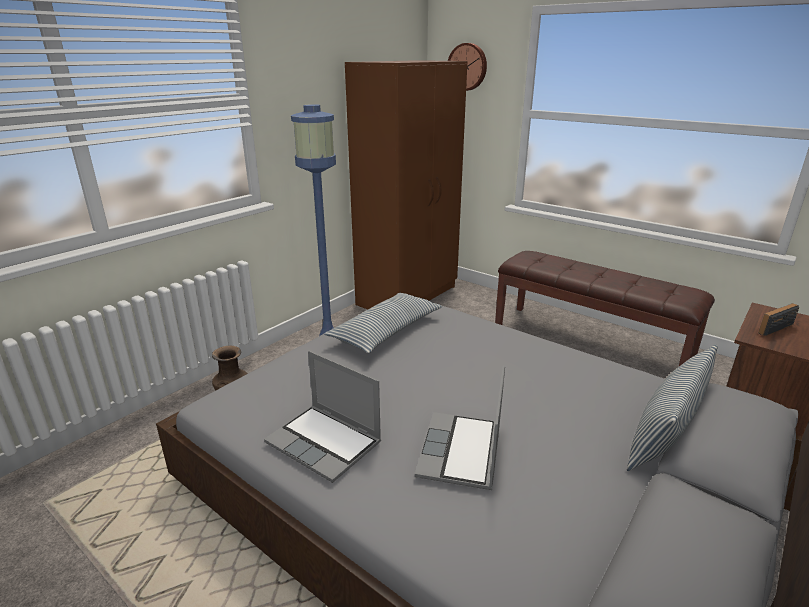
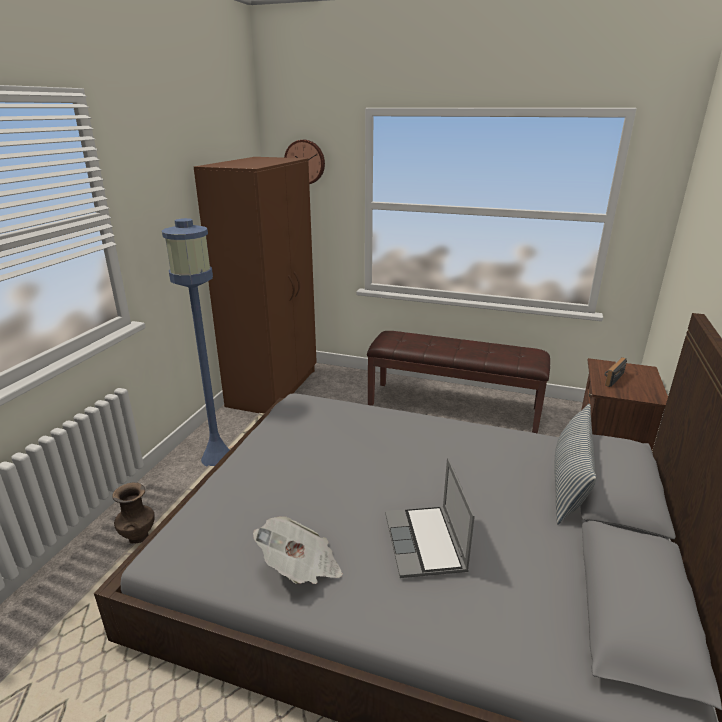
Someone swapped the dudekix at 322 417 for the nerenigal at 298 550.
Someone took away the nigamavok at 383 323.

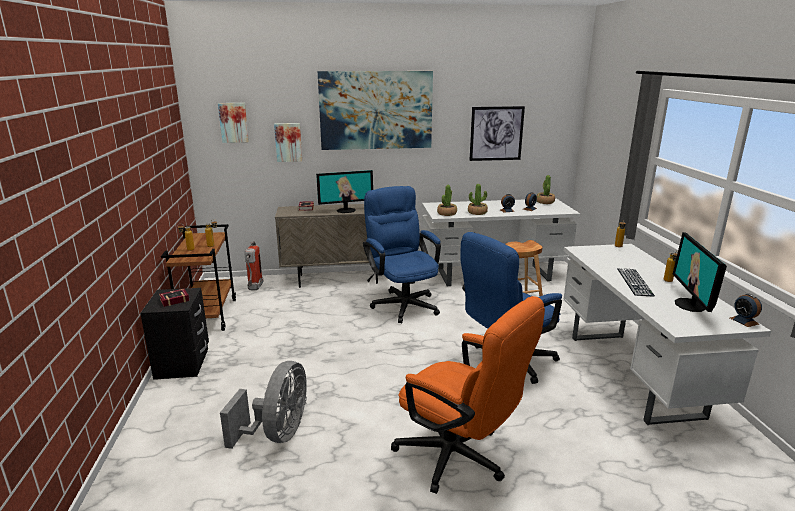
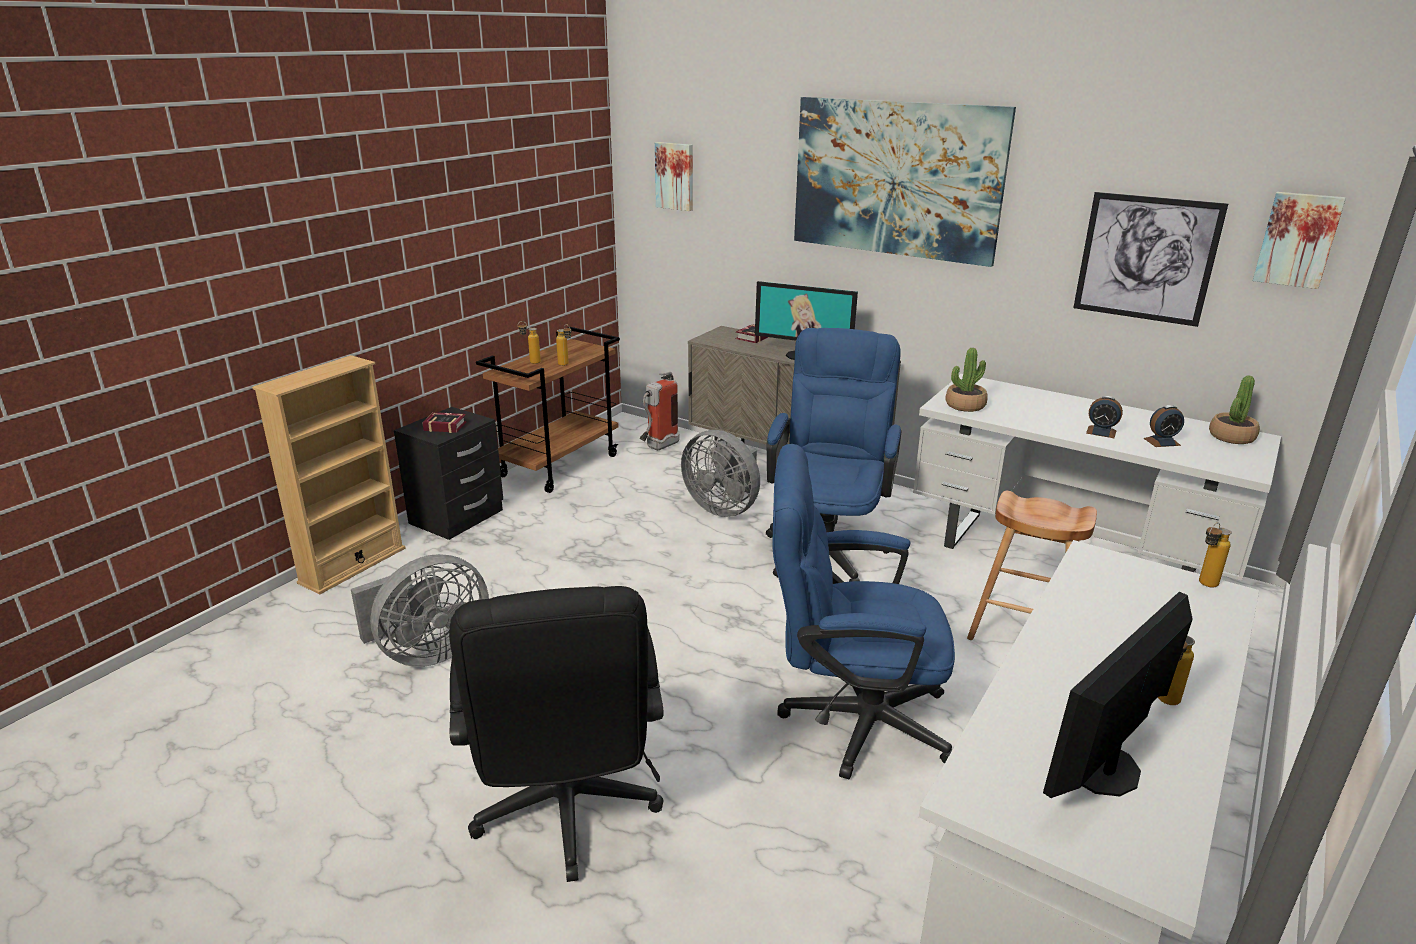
Someone put down the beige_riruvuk at 328 475.
Someone repainted the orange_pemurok at 468 395, which became the black_pemurok at 556 734.
Someone put down the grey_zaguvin at 720 473.
Someone carried the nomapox from 288 142 to 1299 240.
Someone took away the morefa at 478 199.
Someone took away the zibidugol at 636 282.
Someone took away the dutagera at 746 310.

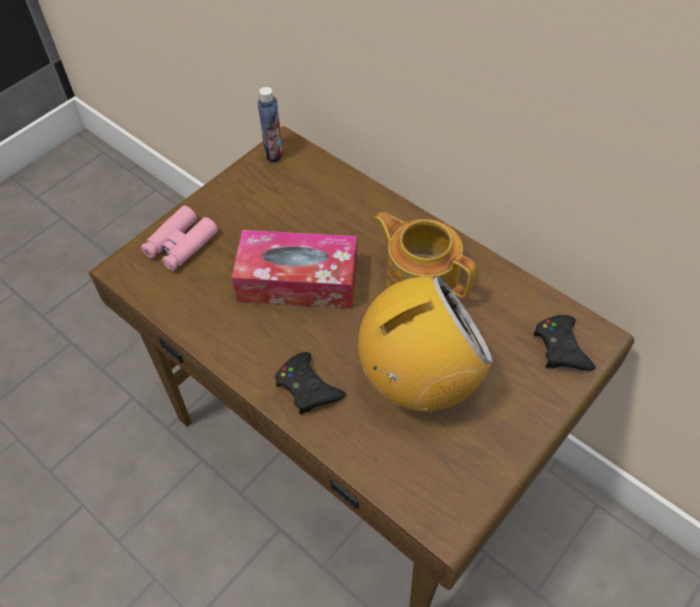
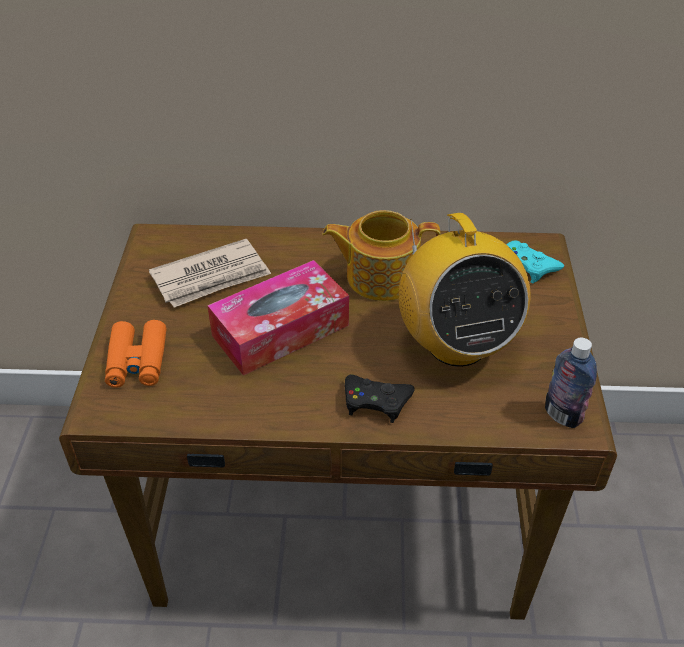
Someone repainted the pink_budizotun at 179 238, which became the orange_budizotun at 135 354.
Someone put down the nerenigal at 210 273.
Someone rotated the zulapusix at 425 343 by 135 degrees clockwise.
Someone repainted the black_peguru at 564 343, which became the turquoise_peguru at 535 261.
Someone carried the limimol from 270 124 to 571 383.

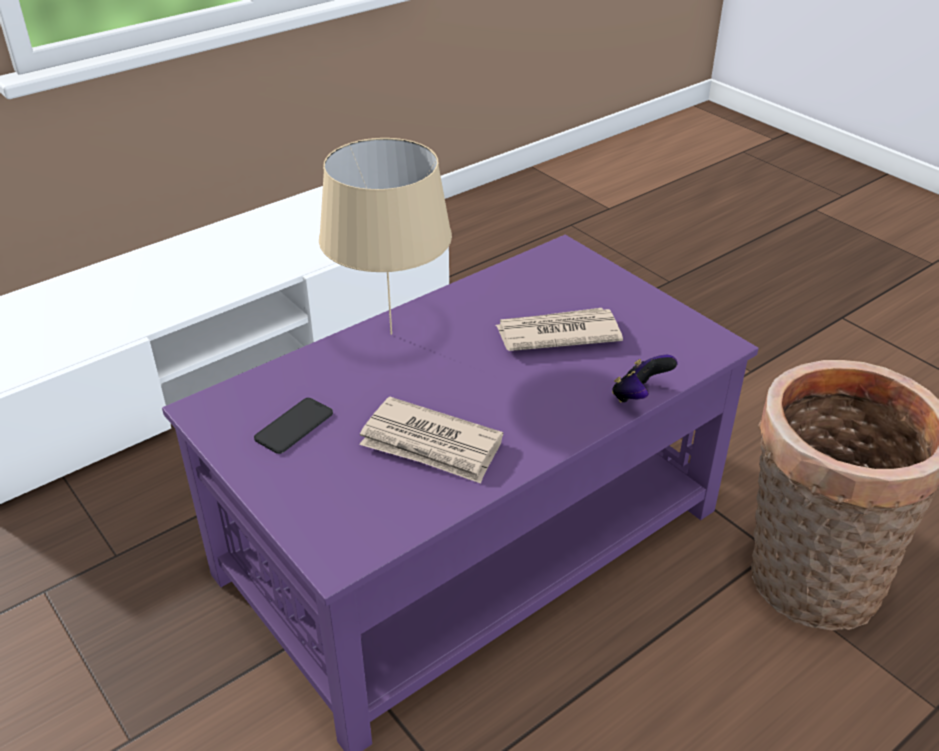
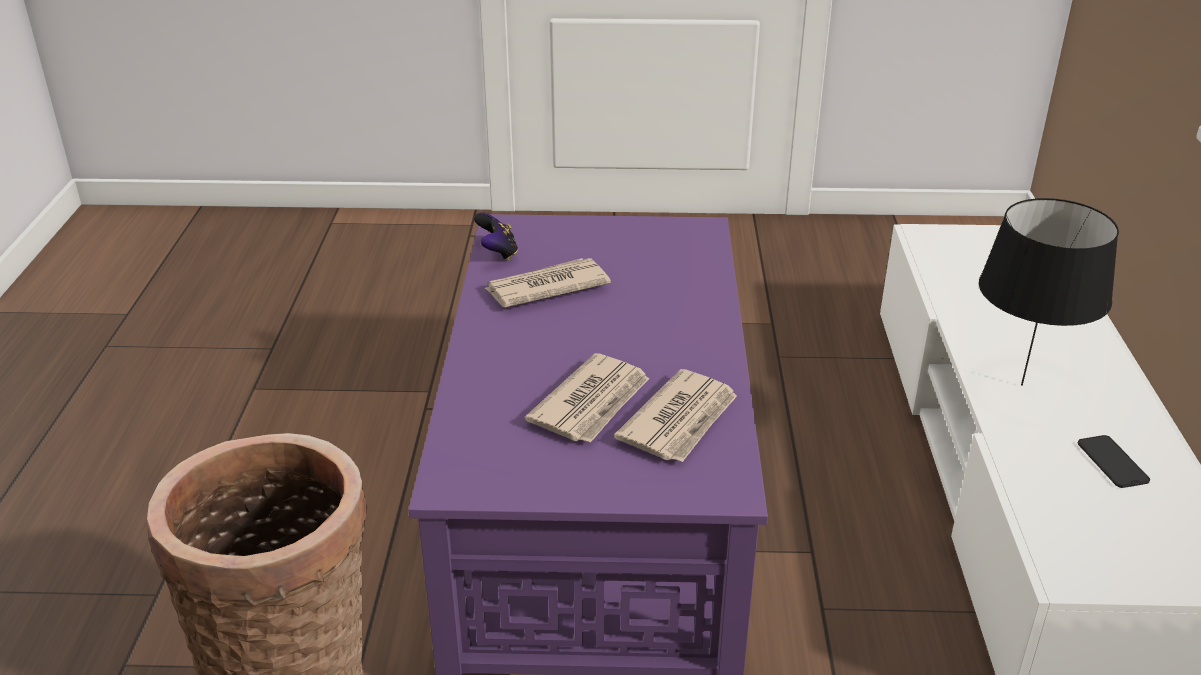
Someone carried the peguru from 644 379 to 496 236.
Someone put down the nerenigal at 675 415.
Someone put down the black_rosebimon at 1049 292.
Someone carried the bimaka from 293 426 to 1114 461.
Someone took away the beige_rosebimon at 385 236.

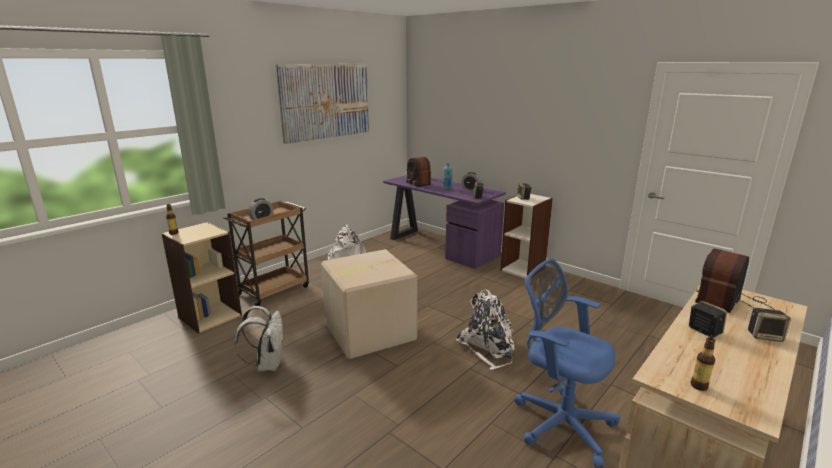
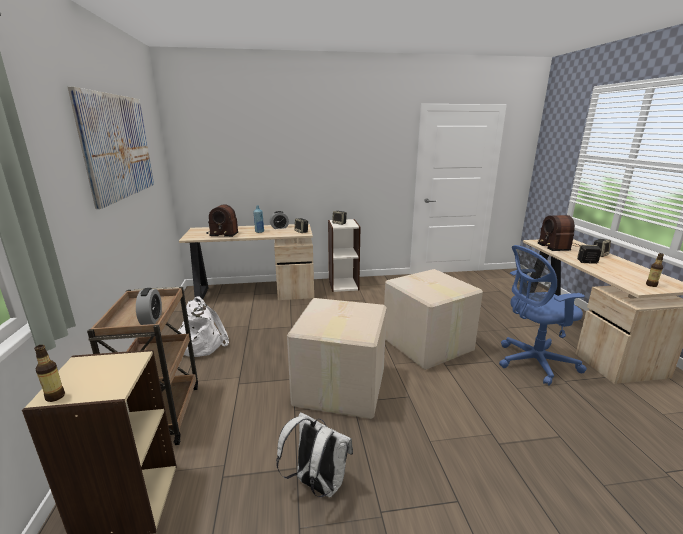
Someone repainted the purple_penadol at 444 222, which became the beige_penadol at 246 262.
Someone swapped the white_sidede at 485 329 for the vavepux at 433 319.

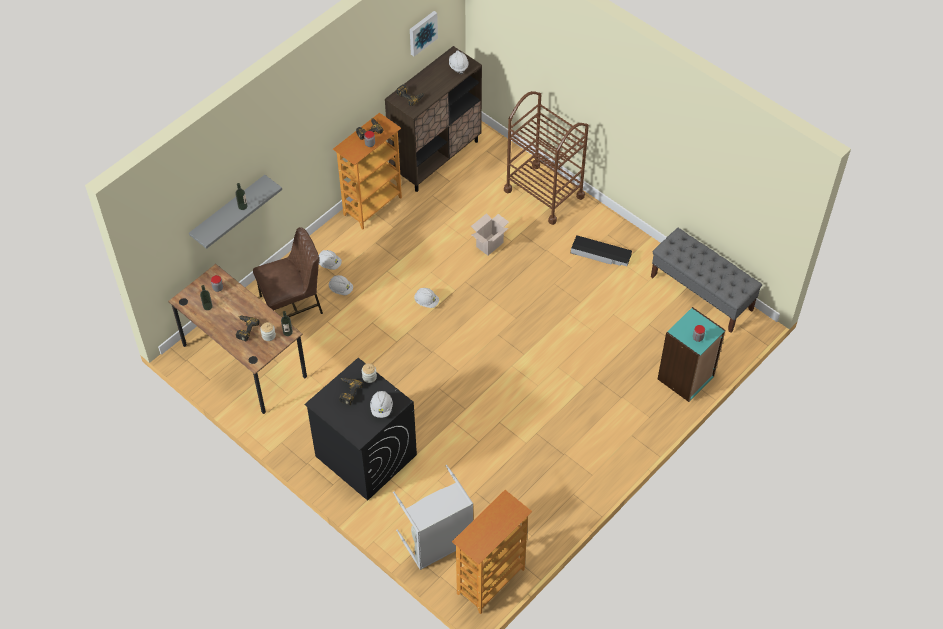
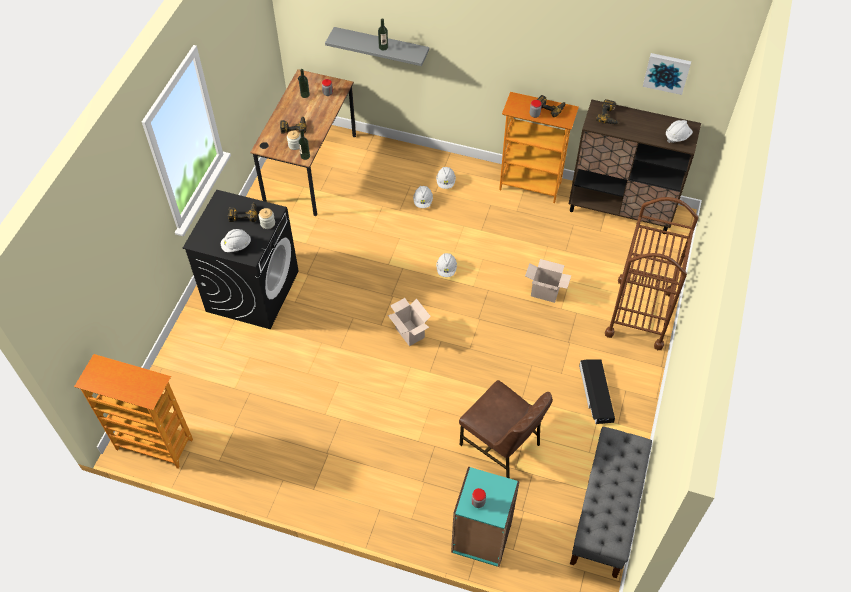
Someone put down the vavepux at 409 322.
Someone carried the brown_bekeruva from 288 272 to 506 429.
Someone took away the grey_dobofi at 433 517.

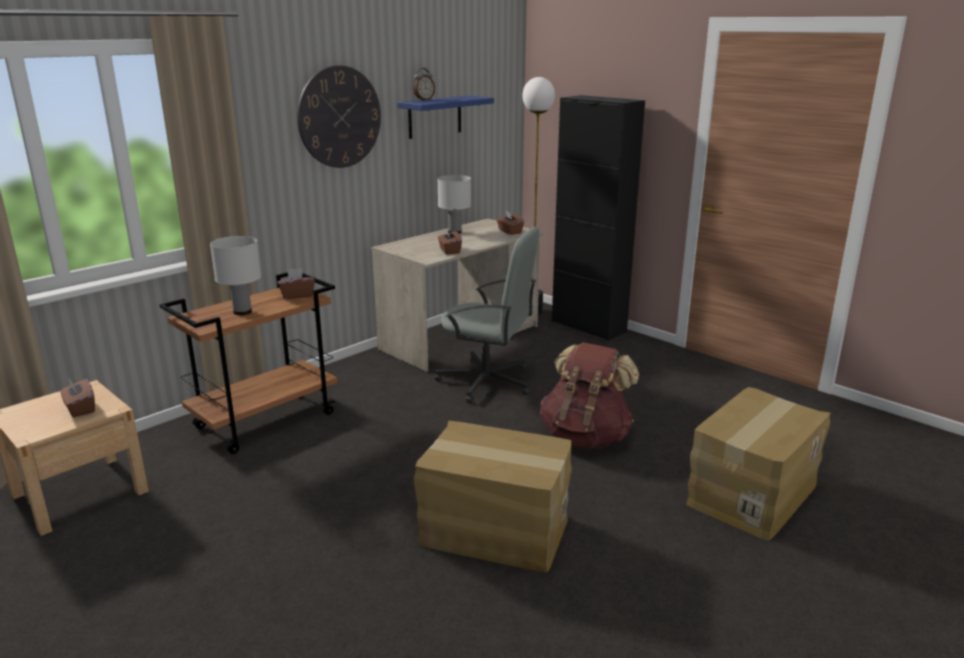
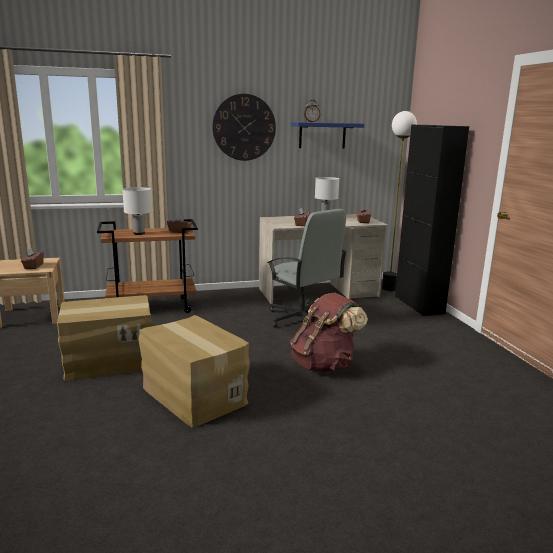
Someone carried the vavepux from 758 464 to 105 338.

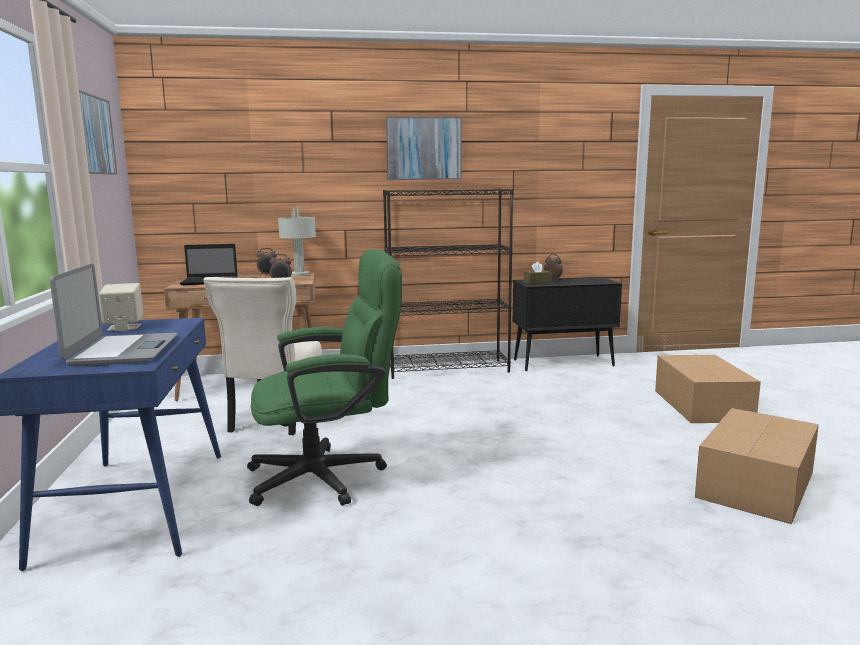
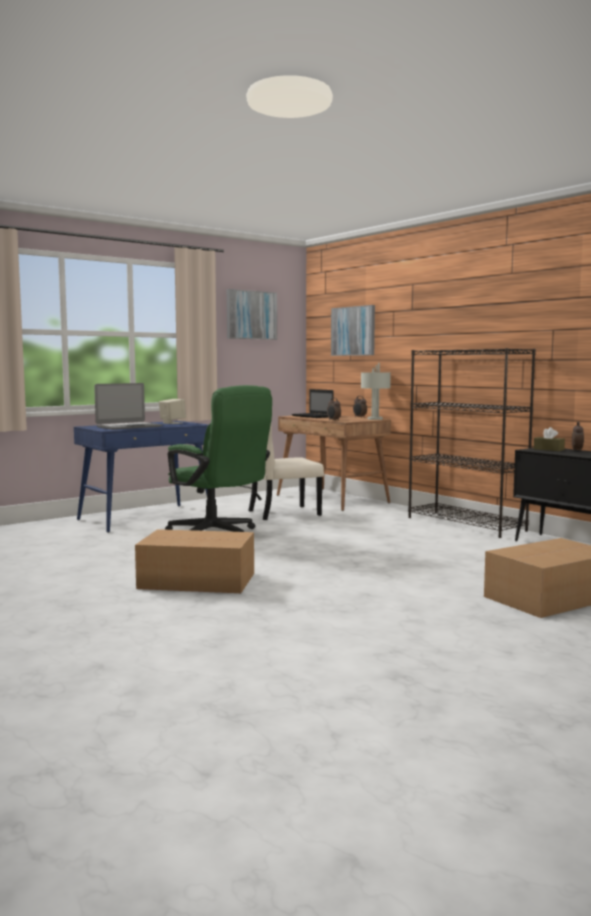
Someone carried the vavepux from 757 466 to 194 561.
Someone carried the nomapox from 424 148 to 353 330.

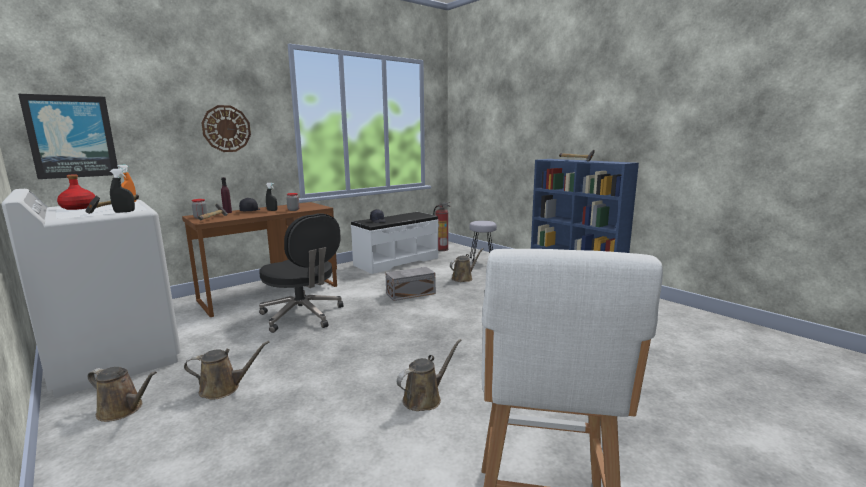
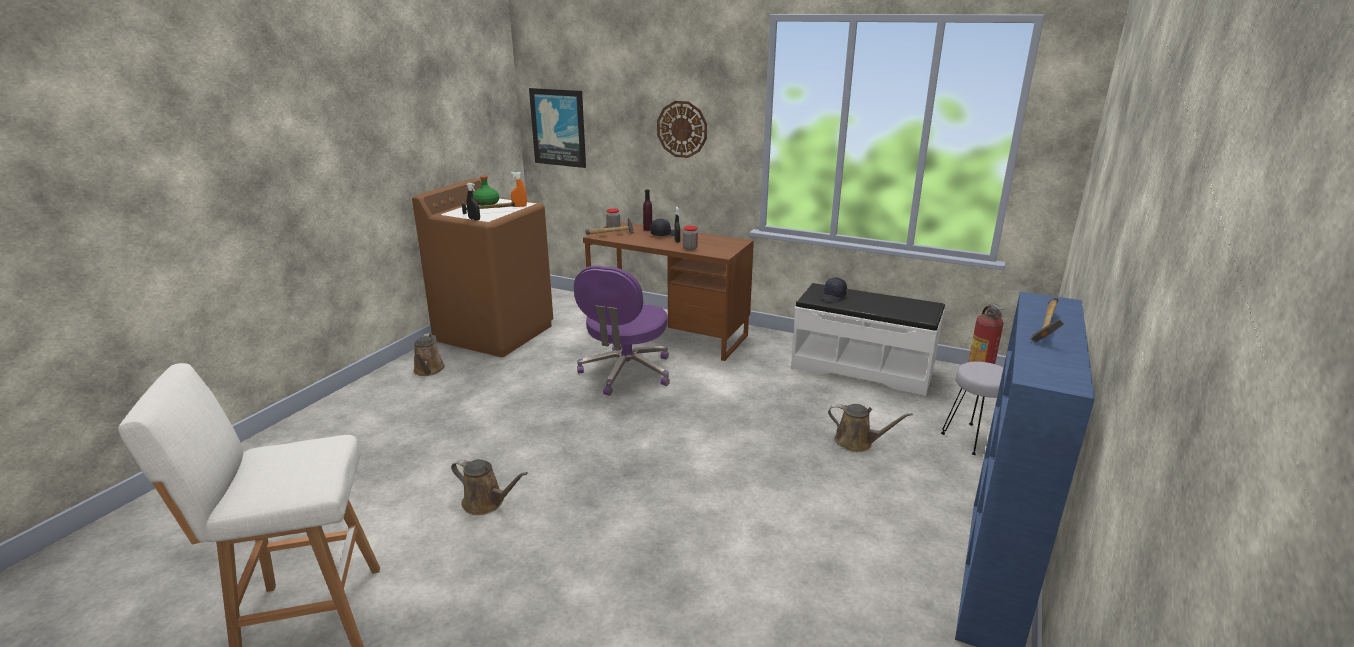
Someone repainted the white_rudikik at 91 293, which became the brown_rudikik at 482 267.
Someone repainted the red_limimol at 76 192, which became the green_limimol at 486 191.
Someone repainted the black_pemurok at 301 273, which became the purple_pemurok at 622 331.
Someone took away the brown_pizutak at 227 370.
Someone took away the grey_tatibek at 410 284.

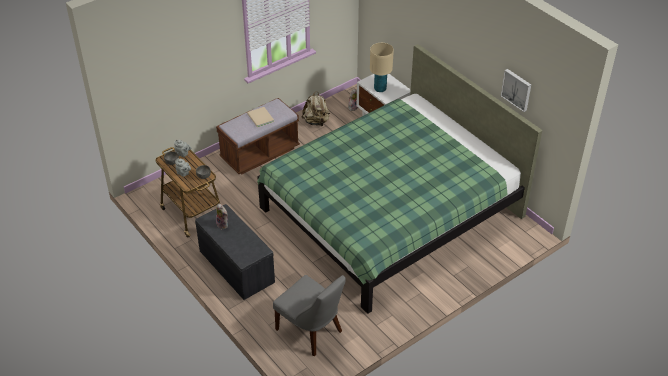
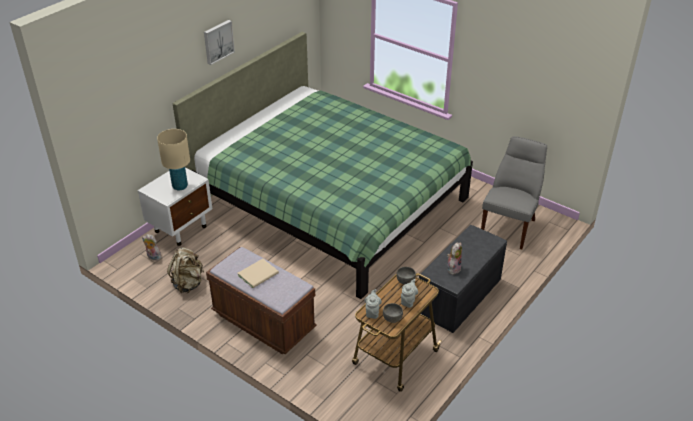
Someone carried the nomapox from 516 90 to 219 42.

